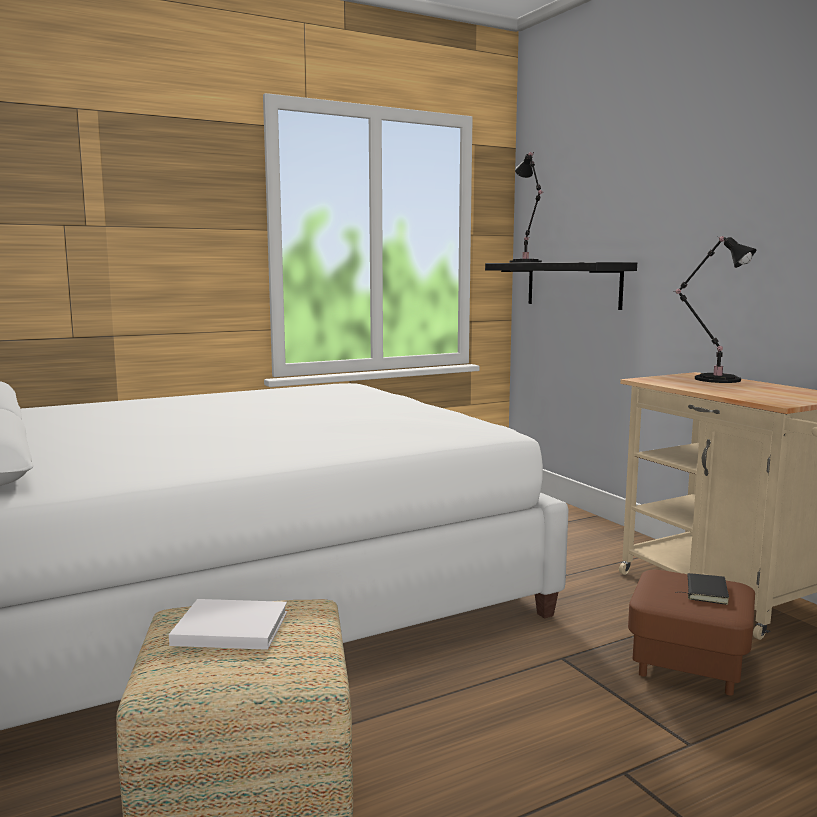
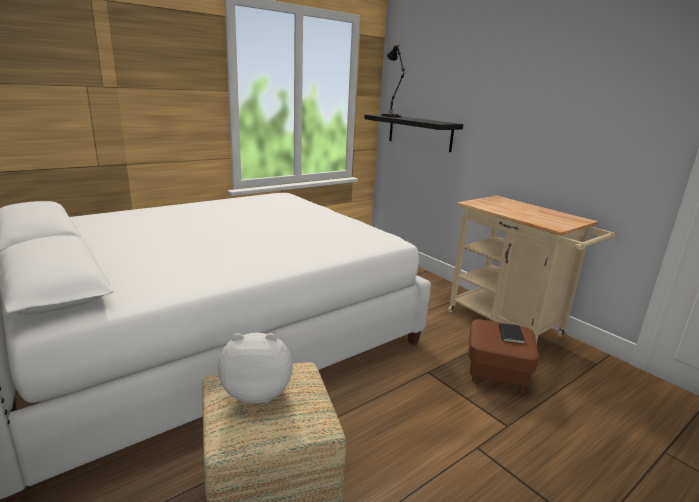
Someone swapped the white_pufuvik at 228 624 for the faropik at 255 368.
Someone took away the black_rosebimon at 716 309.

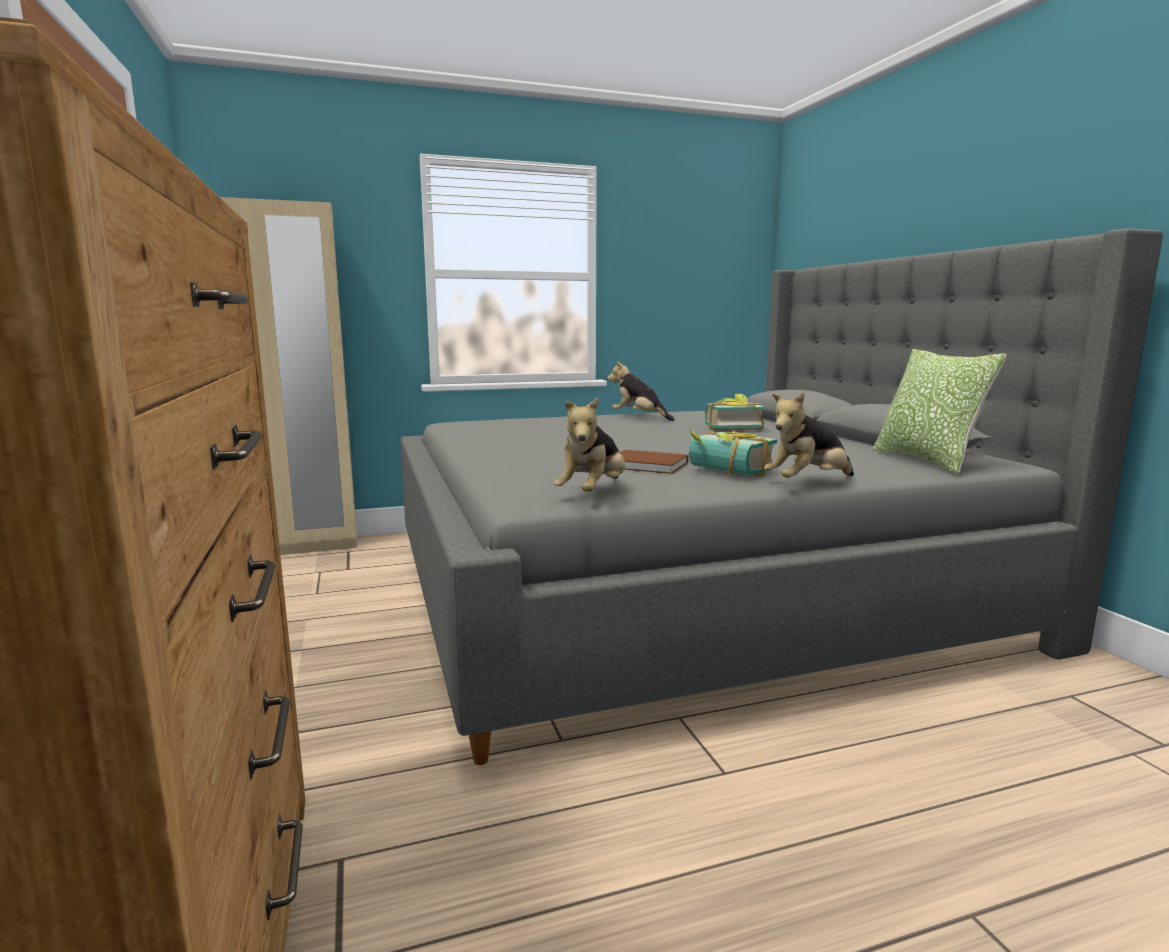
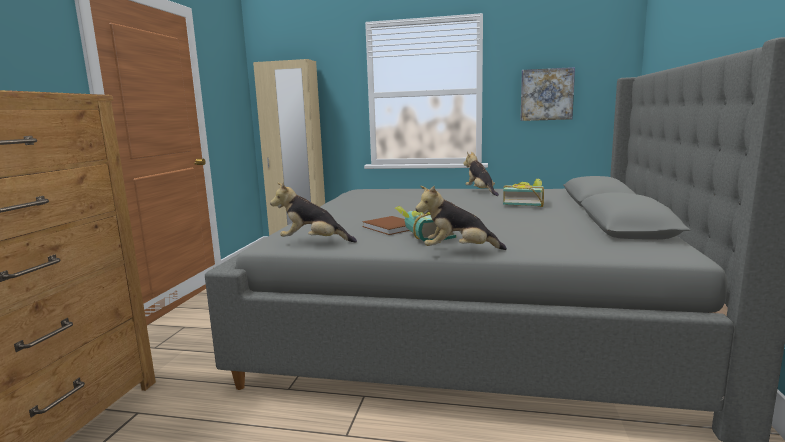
Someone rotated the faropik at 589 444 by 45 degrees clockwise.
Someone put up the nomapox at 547 94.
Someone took away the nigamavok at 939 411.

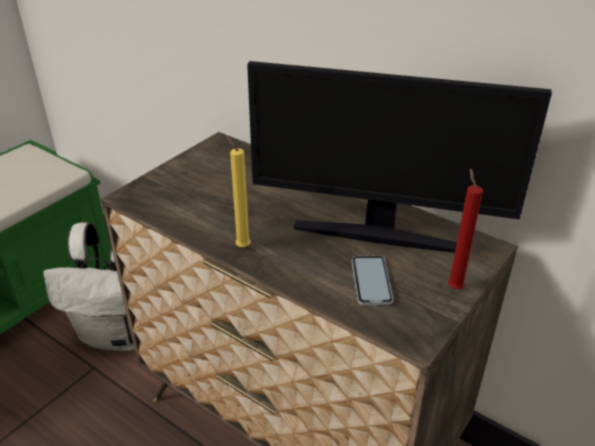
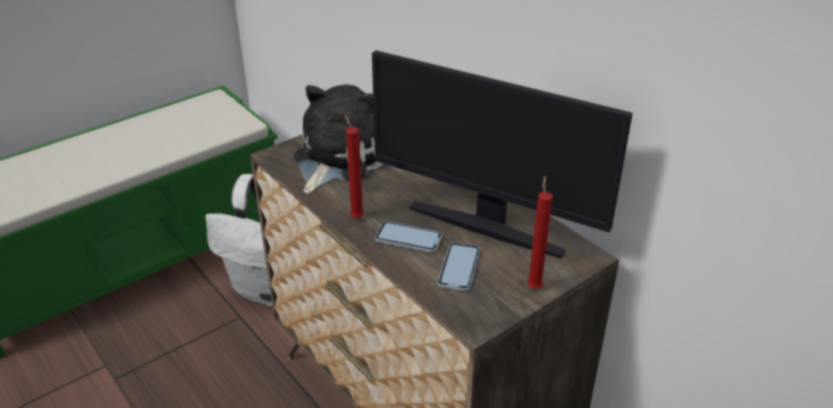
Someone put down the faropik at 339 139.
Someone repainted the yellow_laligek at 238 191, which became the red_laligek at 354 166.
Someone put down the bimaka at 408 236.

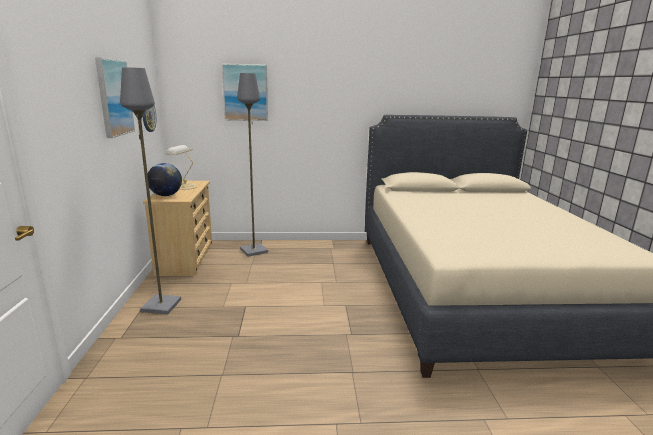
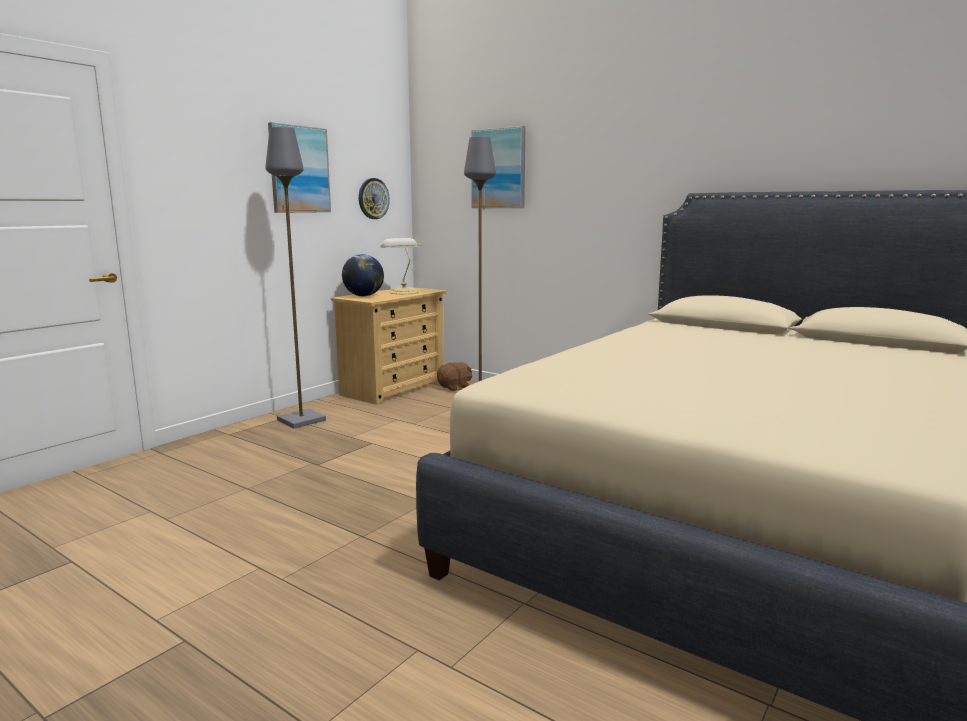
Someone put down the brown_faropik at 454 376.

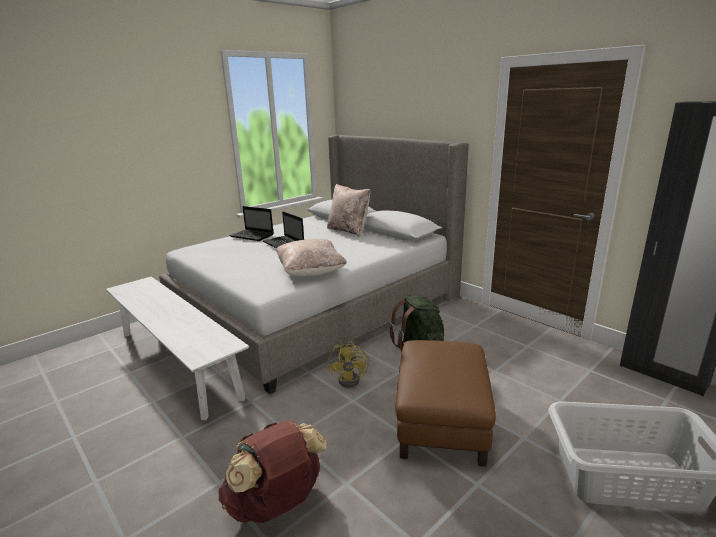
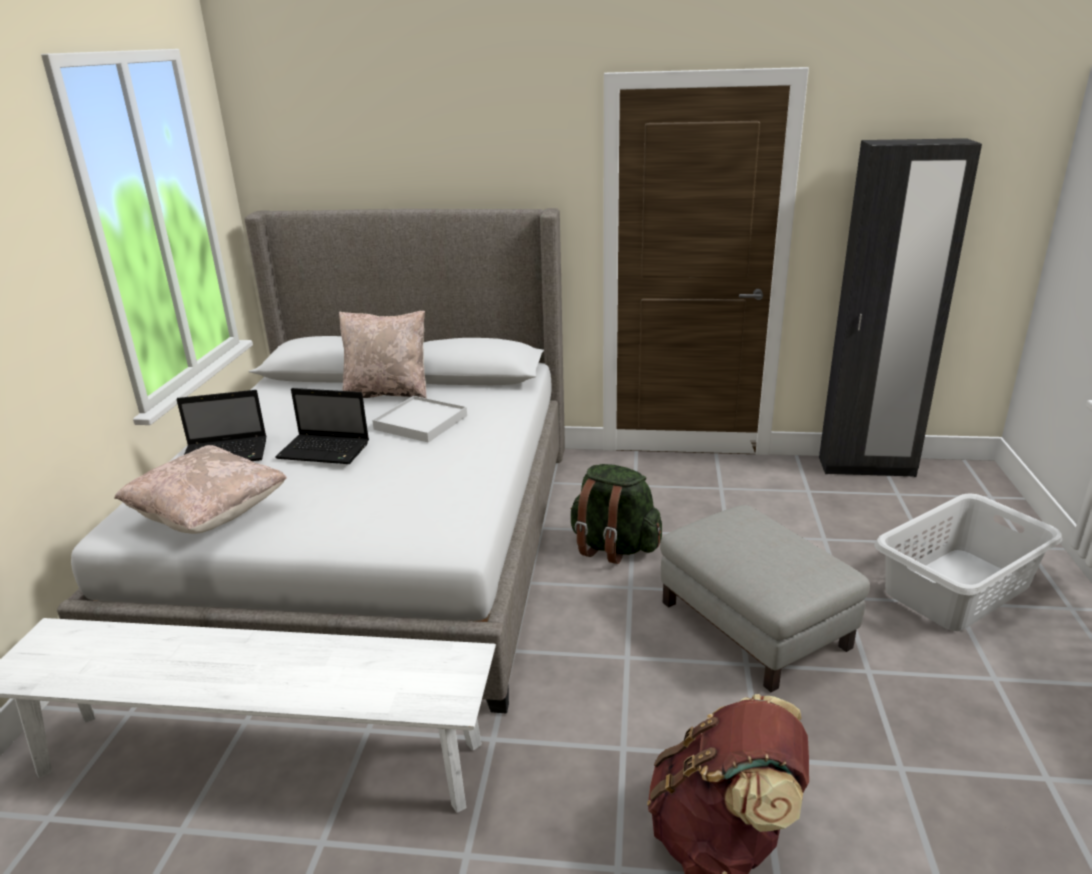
Someone carried the beige_nigamavok from 311 258 to 200 489.
Someone put down the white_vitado at 419 419.
Someone repainted the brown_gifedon at 446 403, which became the grey_gifedon at 765 598.
Someone took away the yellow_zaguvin at 350 364.

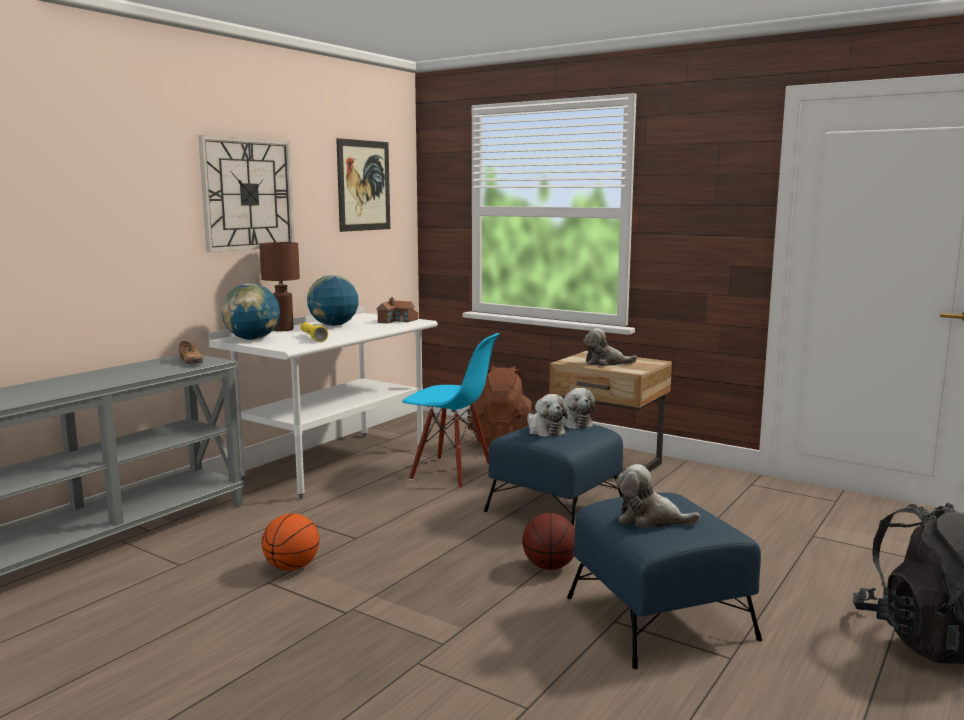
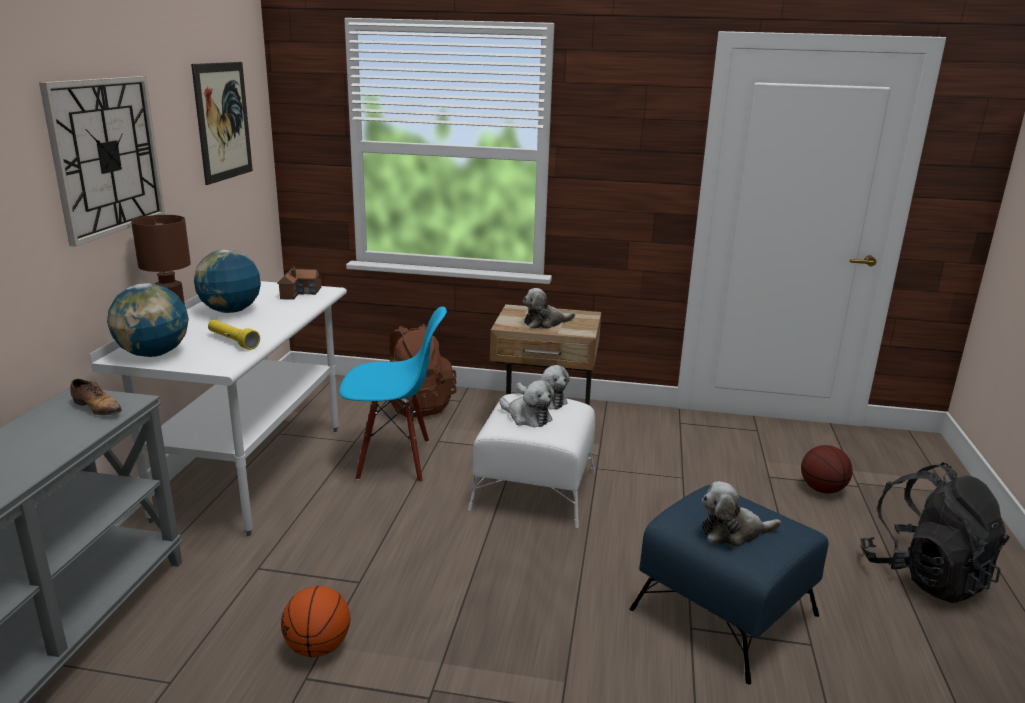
Someone repainted the blue_gifedon at 553 475, which became the white_gifedon at 531 460.
Someone carried the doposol from 548 541 to 827 469.

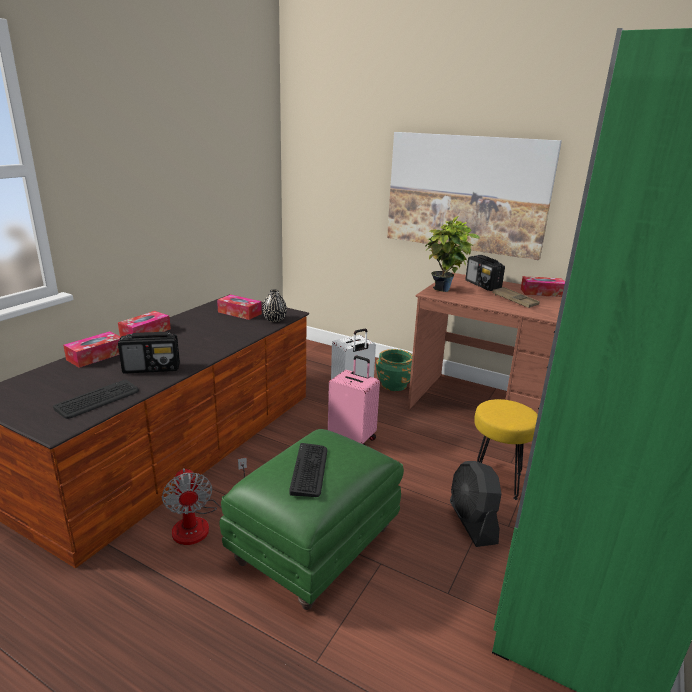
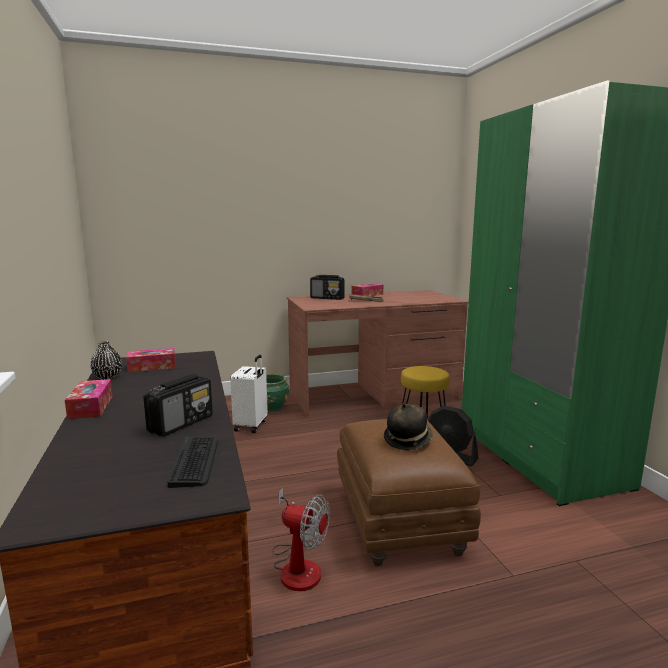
Someone carried the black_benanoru from 274 305 to 106 360.
Someone repainted the green_gifedon at 311 519, which became the brown_gifedon at 409 492.
Someone swapped the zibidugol at 308 470 for the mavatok at 408 426.
Someone took away the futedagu at 92 349.
Someone took away the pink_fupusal at 354 400.
Someone took away the nomapox at 474 196.
Someone took away the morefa at 452 254.

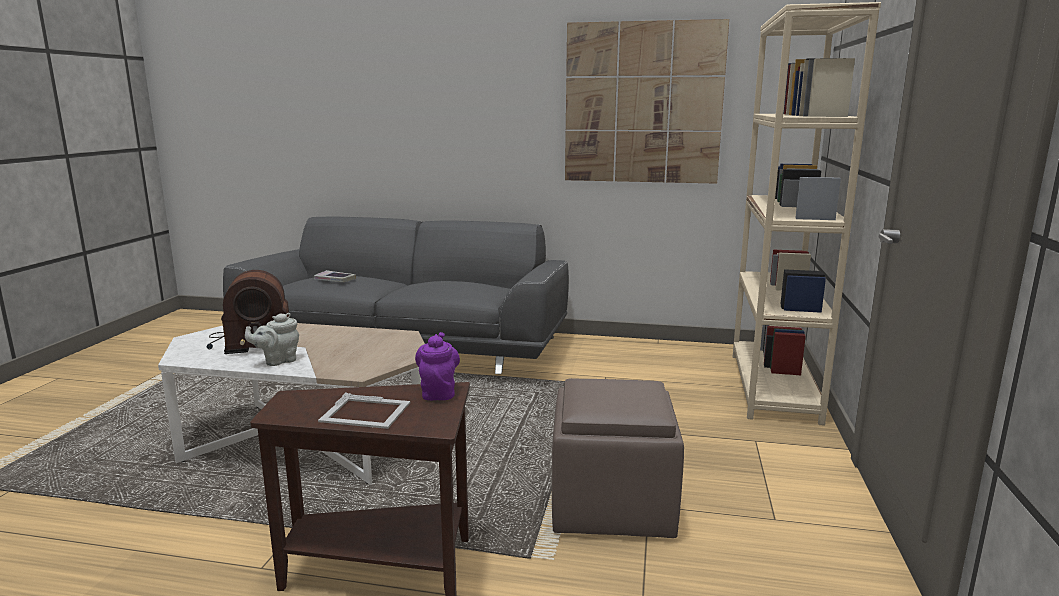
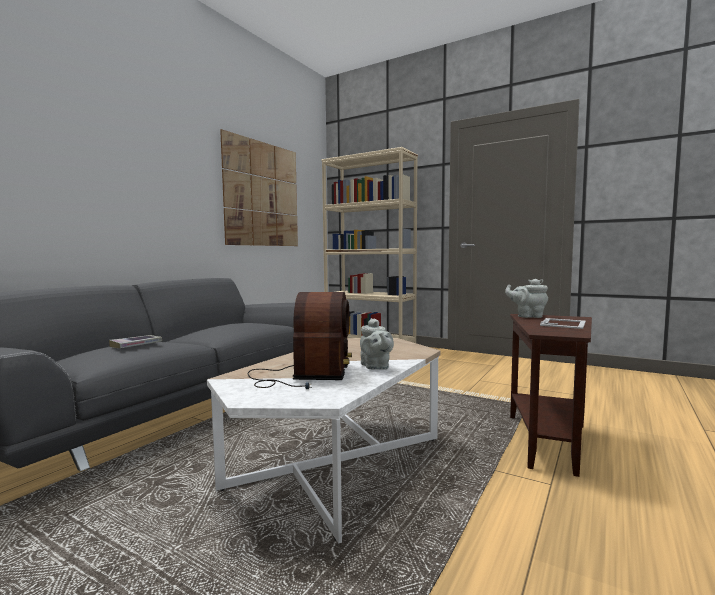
Someone repainted the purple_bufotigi at 437 366, which became the grey_bufotigi at 526 298.
Someone took away the brown_gifedon at 618 458.

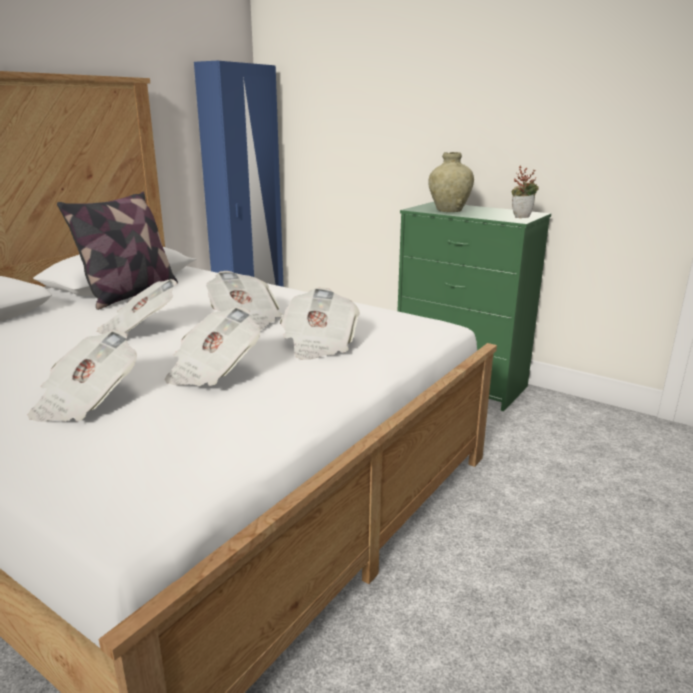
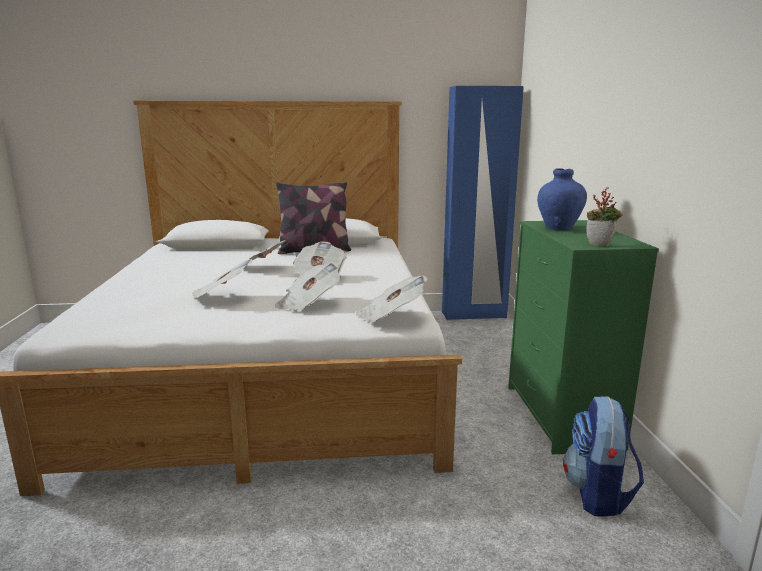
Someone carried the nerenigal from 82 376 to 392 299.
Someone repainted the beige_benanoru at 451 182, which became the blue_benanoru at 562 199.
Someone put down the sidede at 603 456.

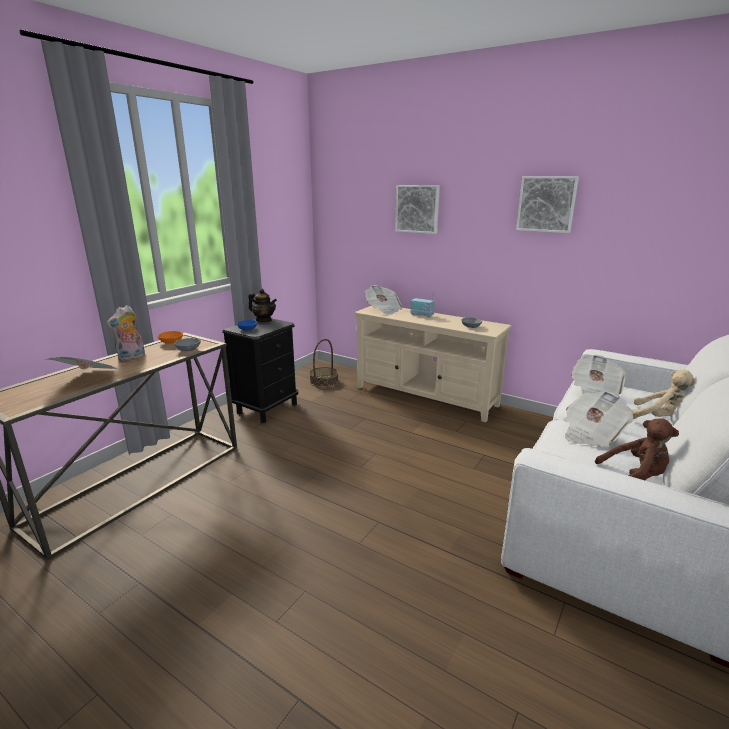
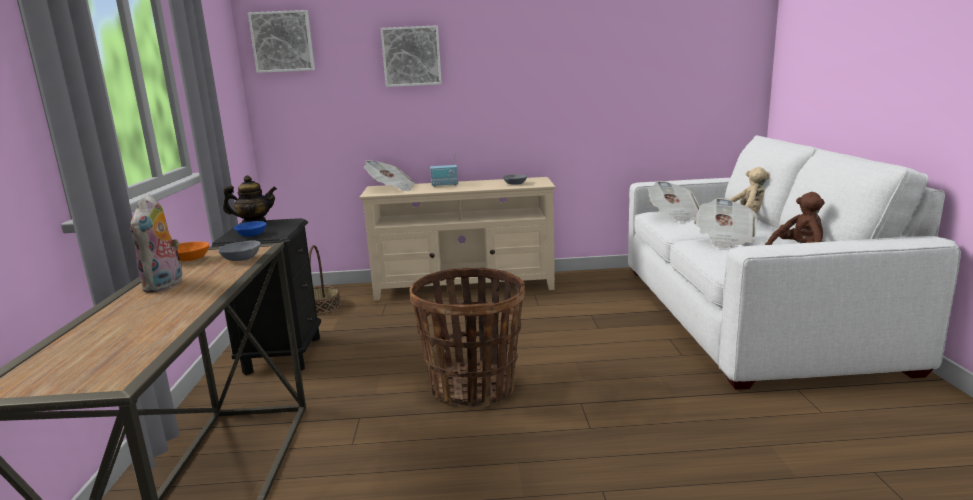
Someone carried the nomapox from 547 204 to 281 41.
Someone put down the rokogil at 467 337.
Someone took away the nerenigal at 80 363.

